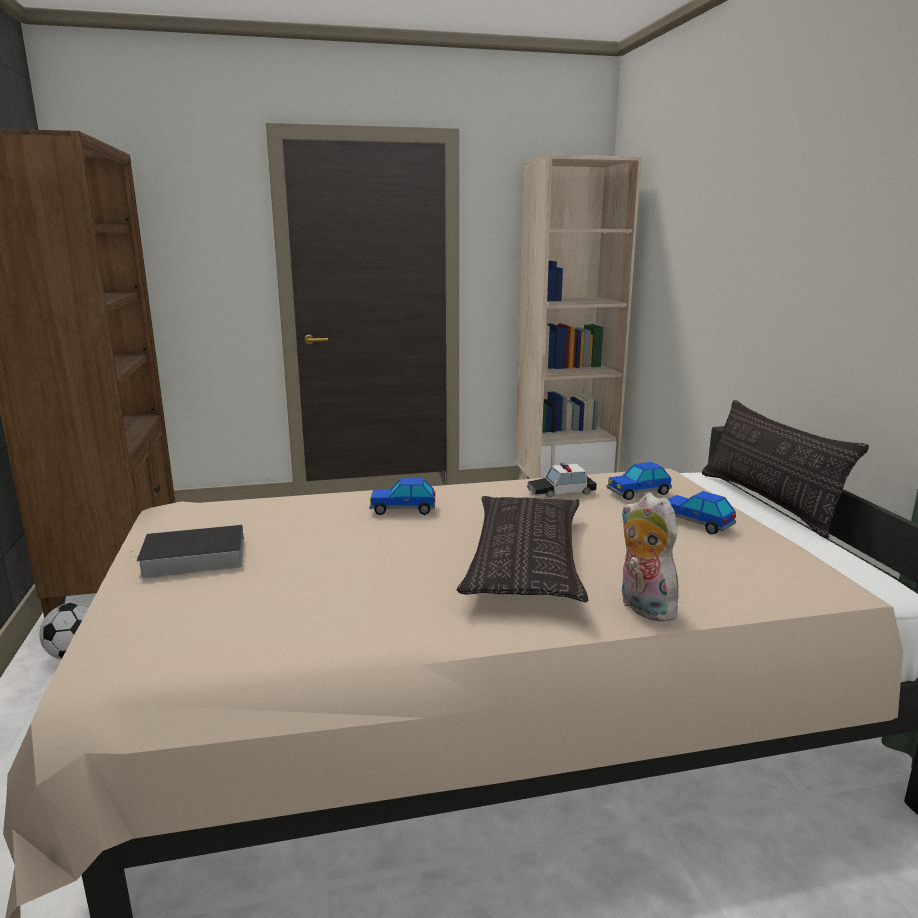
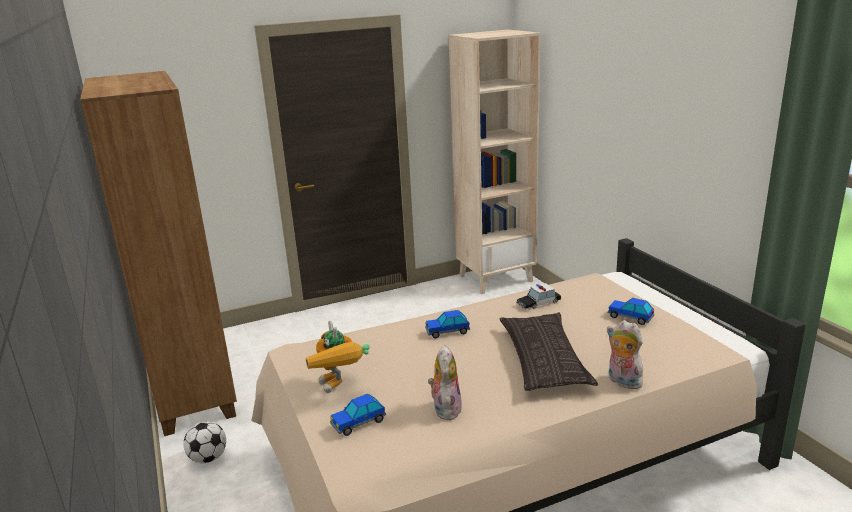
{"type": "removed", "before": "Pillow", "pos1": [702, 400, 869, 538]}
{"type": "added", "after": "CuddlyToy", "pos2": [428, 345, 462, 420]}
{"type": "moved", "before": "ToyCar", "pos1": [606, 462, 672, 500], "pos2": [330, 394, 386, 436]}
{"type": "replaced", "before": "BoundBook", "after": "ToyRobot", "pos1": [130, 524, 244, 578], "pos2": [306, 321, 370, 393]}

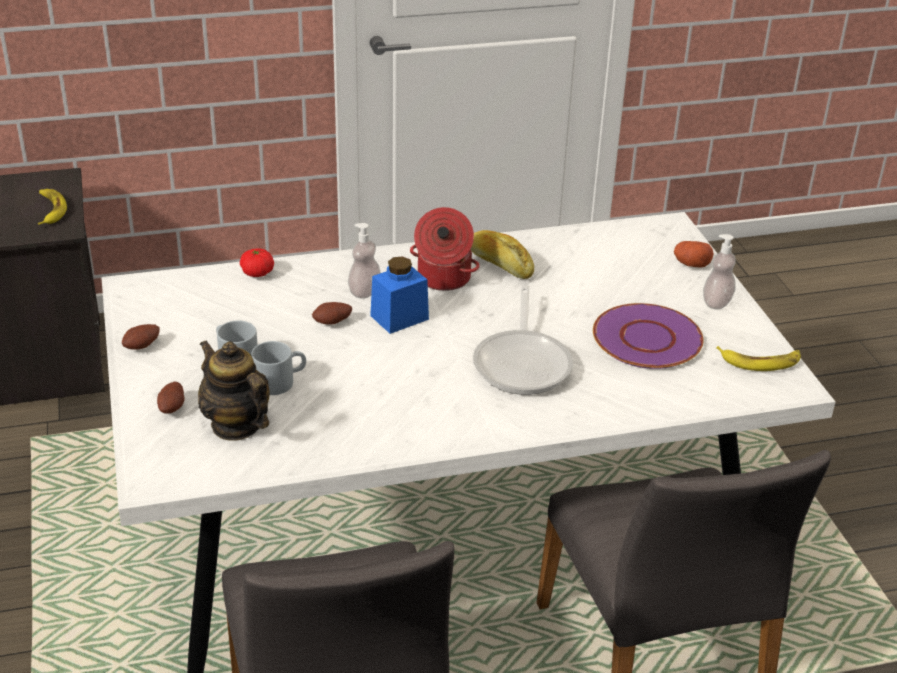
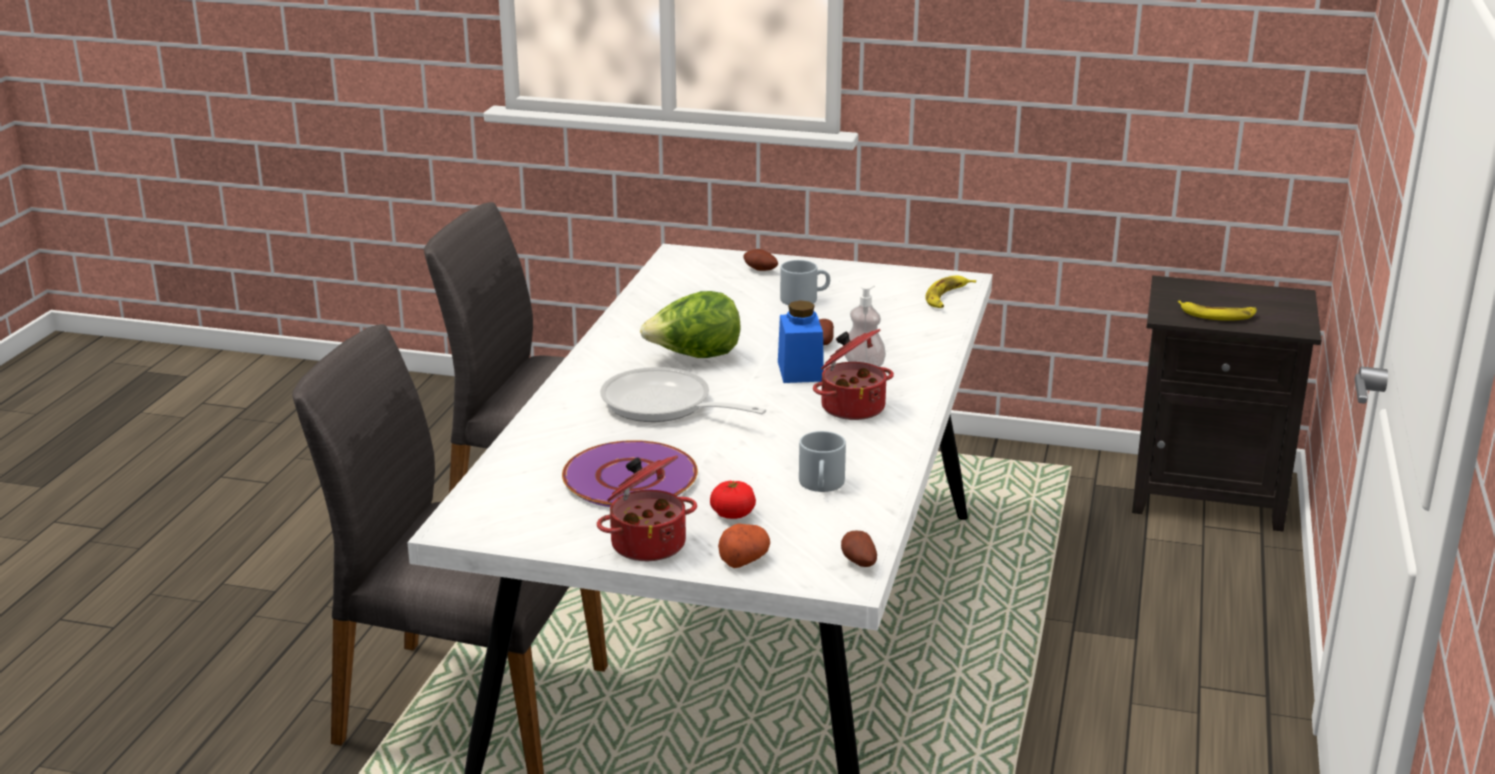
{"type": "removed", "before": "PotForTea", "pos1": [198, 340, 270, 441]}
{"type": "removed", "before": "Bread", "pos1": [471, 230, 534, 279]}
{"type": "added", "after": "LettuceHead", "pos2": [640, 291, 740, 358]}
{"type": "moved", "before": "Spud", "pos1": [122, 324, 159, 350], "pos2": [841, 531, 877, 567]}
{"type": "moved", "before": "FreshTomato", "pos1": [240, 248, 274, 277], "pos2": [710, 481, 756, 519]}
{"type": "moved", "before": "GreyCoffeeMug", "pos1": [251, 341, 306, 395], "pos2": [799, 431, 846, 492]}
{"type": "moved", "before": "Banana", "pos1": [716, 346, 801, 371], "pos2": [925, 276, 976, 308]}
{"type": "replaced", "before": "LiquidSoapBottle", "after": "Saucepot", "pos1": [703, 234, 736, 309], "pos2": [597, 455, 697, 561]}

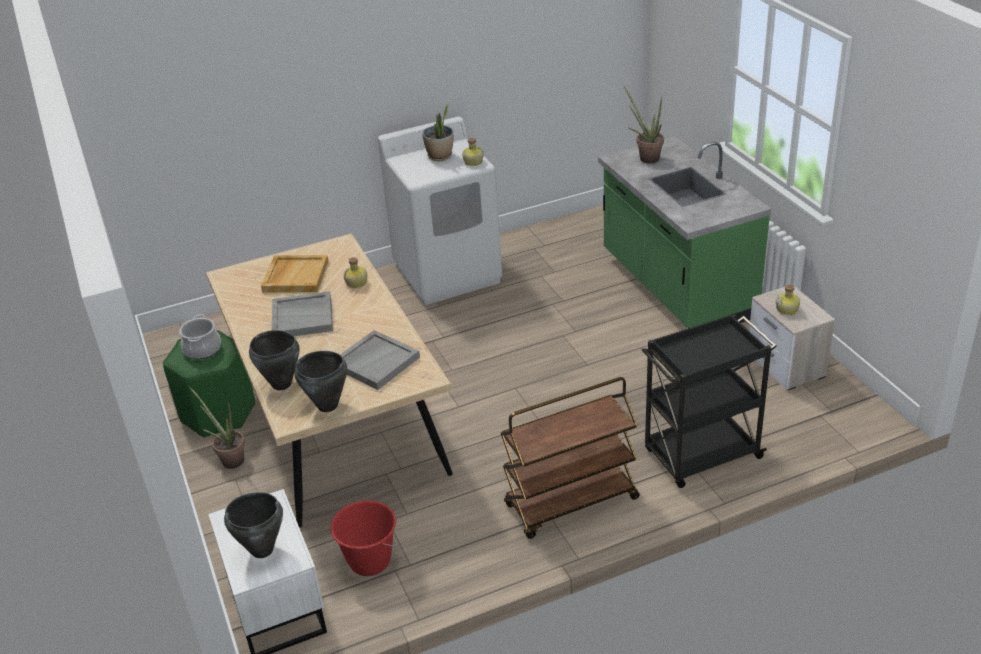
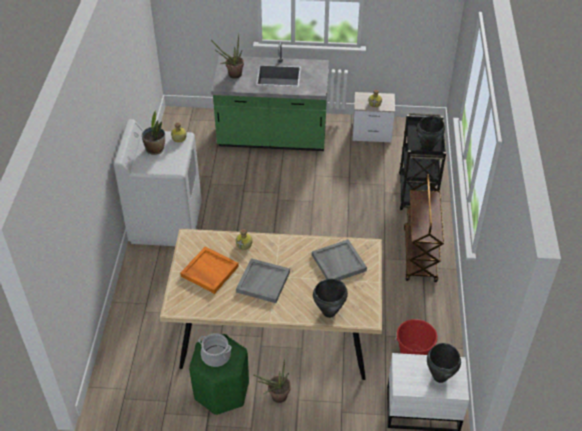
{"type": "moved", "before": "BlackSaucepot", "pos1": [294, 351, 347, 412], "pos2": [417, 116, 445, 151]}
{"type": "recoloured", "before": "SandColouredTray", "after": "OrangeyTray", "pos1": [261, 255, 329, 293], "pos2": [180, 247, 239, 294]}

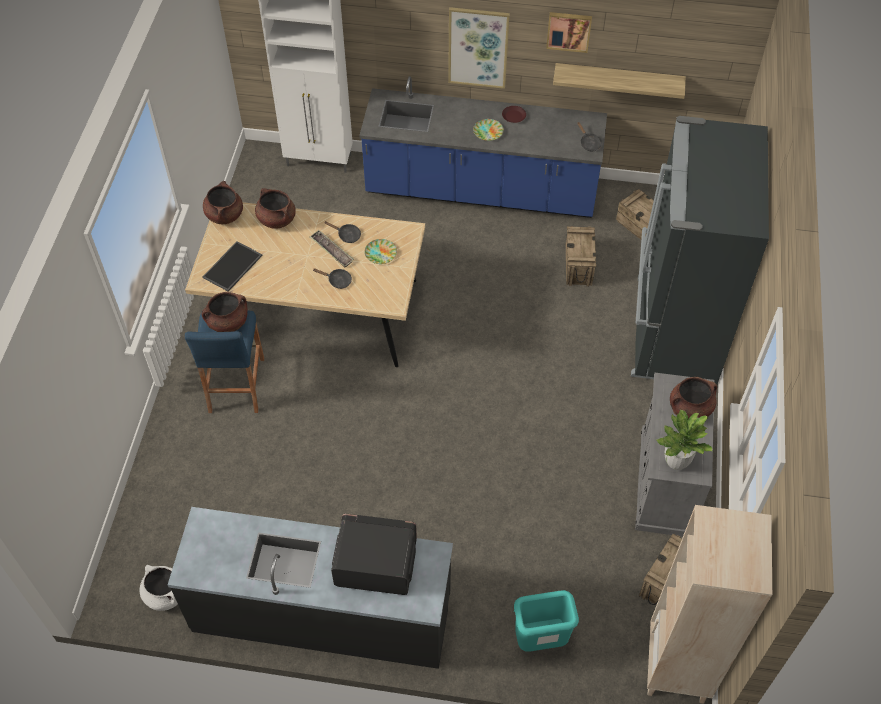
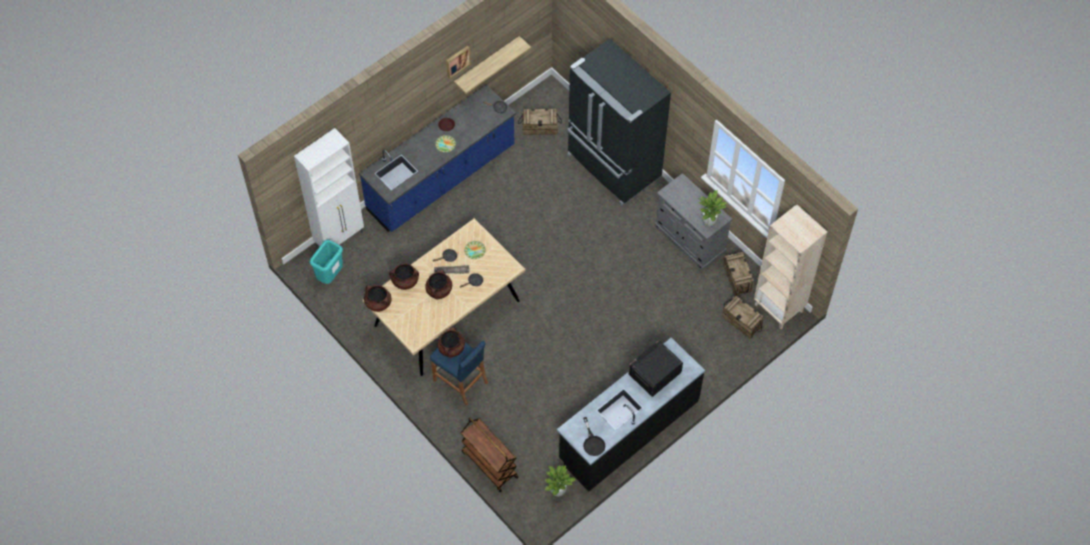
{"type": "removed", "before": "Tray", "pos1": [203, 241, 263, 292]}
{"type": "removed", "before": "WallPicture", "pos1": [448, 7, 510, 89]}
{"type": "added", "after": "BrownishTrolley", "pos2": [461, 418, 518, 492]}
{"type": "added", "after": "BlackSkillet", "pos2": [583, 417, 605, 456]}
{"type": "moved", "before": "TurquoiseColouredRubbishBin", "pos1": [514, 590, 579, 652], "pos2": [310, 240, 343, 284]}
{"type": "moved", "before": "ShippingCrate", "pos1": [566, 226, 596, 286], "pos2": [722, 296, 764, 339]}
{"type": "moved", "before": "BrownishSaucepot", "pos1": [670, 377, 717, 418], "pos2": [425, 270, 452, 299]}
{"type": "replaced", "before": "WhiteSaucepot", "after": "PottedPlant", "pos1": [139, 565, 178, 611], "pos2": [544, 465, 576, 497]}

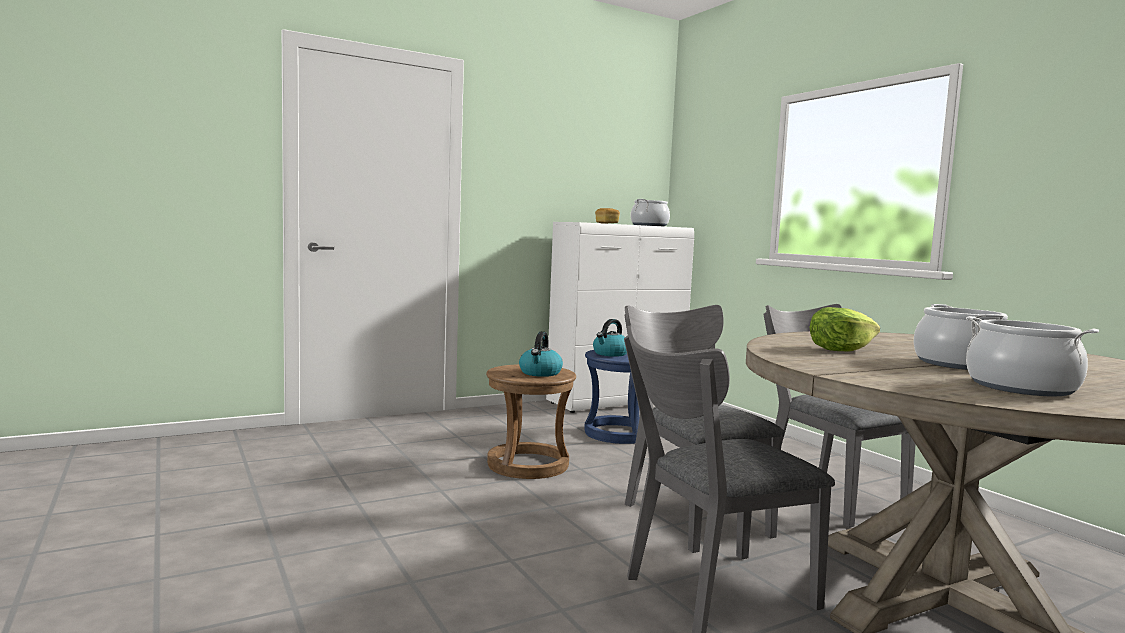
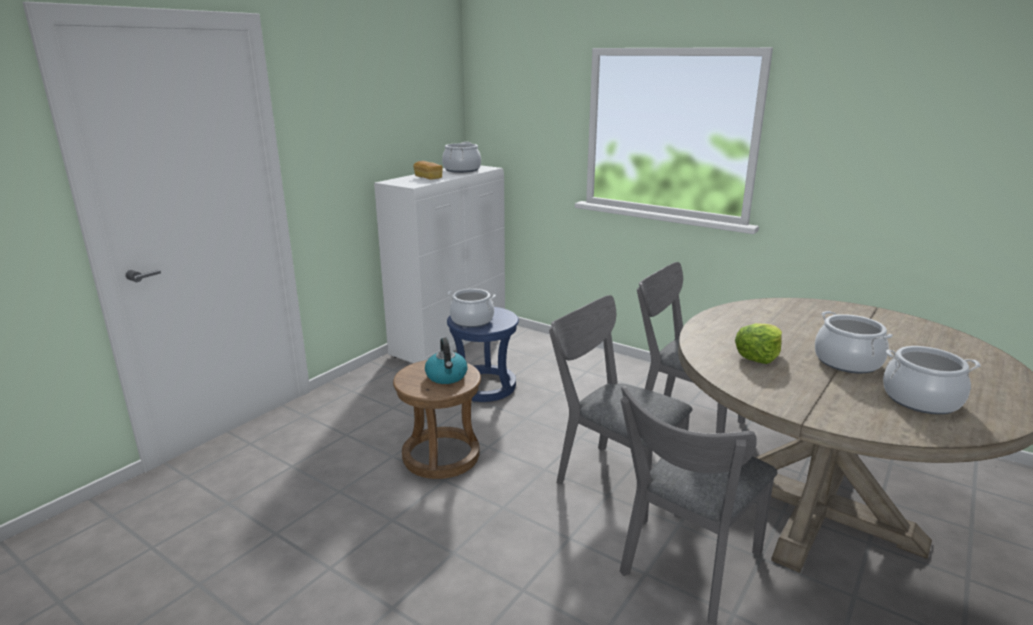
{"type": "replaced", "before": "Kettle", "after": "Saucepot", "pos1": [593, 319, 627, 357], "pos2": [448, 289, 496, 327]}

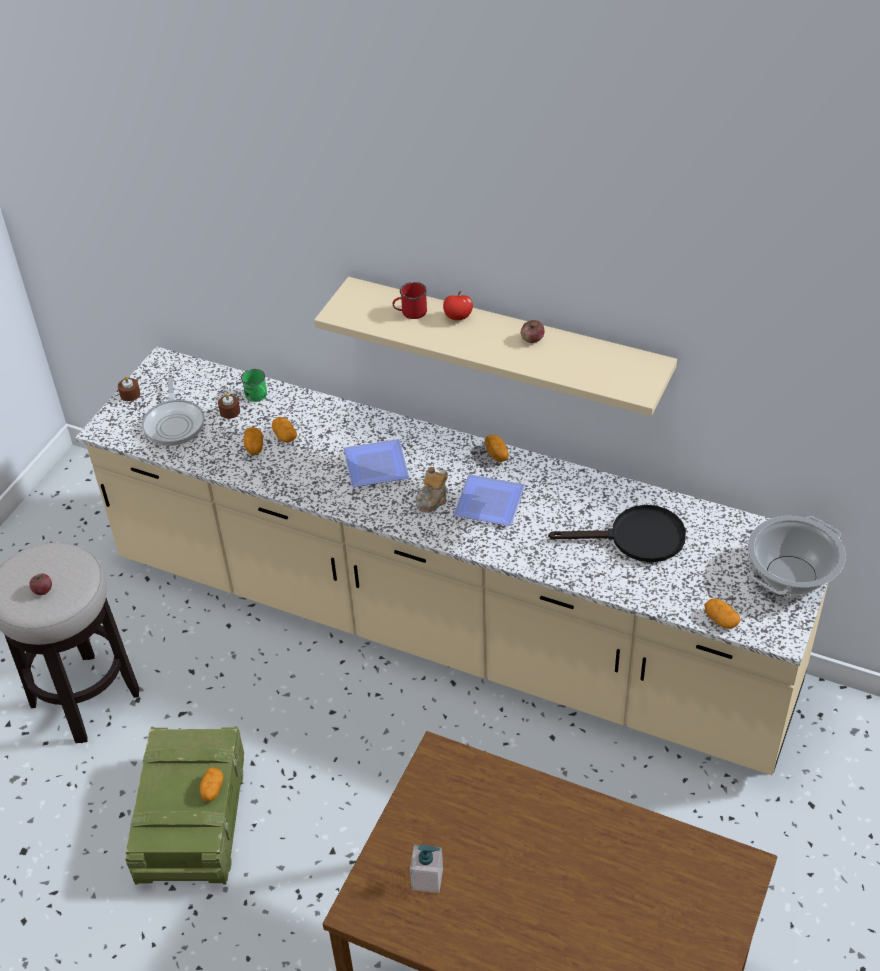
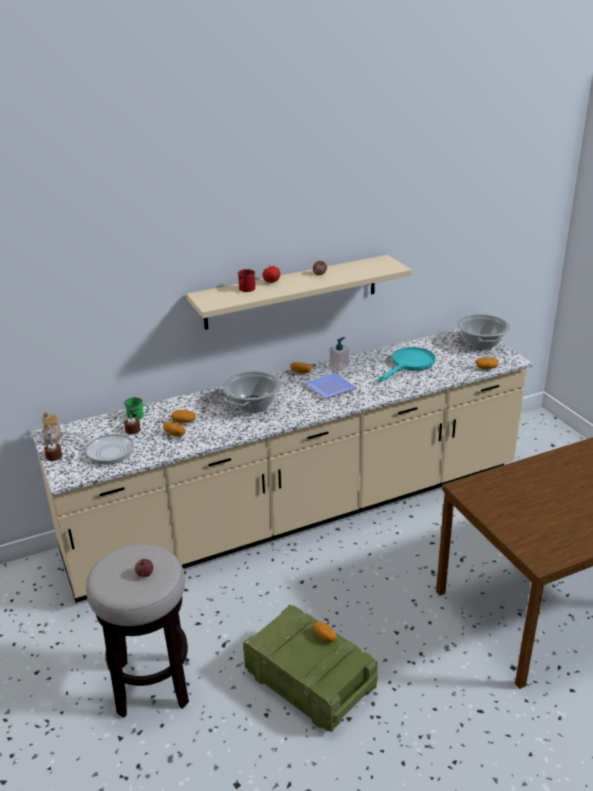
{"type": "moved", "before": "LiquidSoapBottle", "pos1": [410, 844, 443, 893], "pos2": [330, 337, 349, 371]}
{"type": "moved", "before": "PotForTea", "pos1": [415, 467, 448, 513], "pos2": [42, 412, 62, 445]}
{"type": "replaced", "before": "DinnerPlate", "after": "Saucepot", "pos1": [344, 439, 409, 487], "pos2": [222, 370, 282, 413]}
{"type": "recoloured", "before": "BlackSkillet", "after": "TurquoiseColouredSkillet", "pos1": [548, 505, 686, 562], "pos2": [378, 347, 436, 382]}

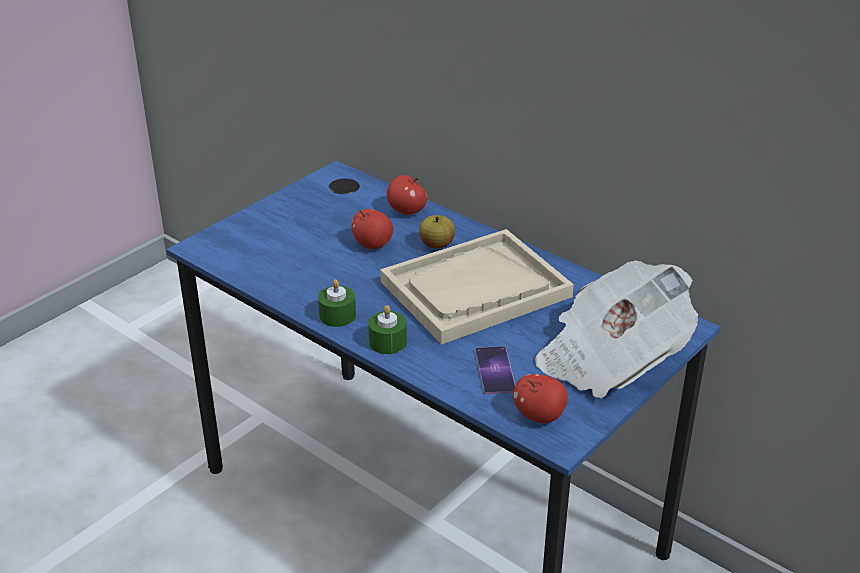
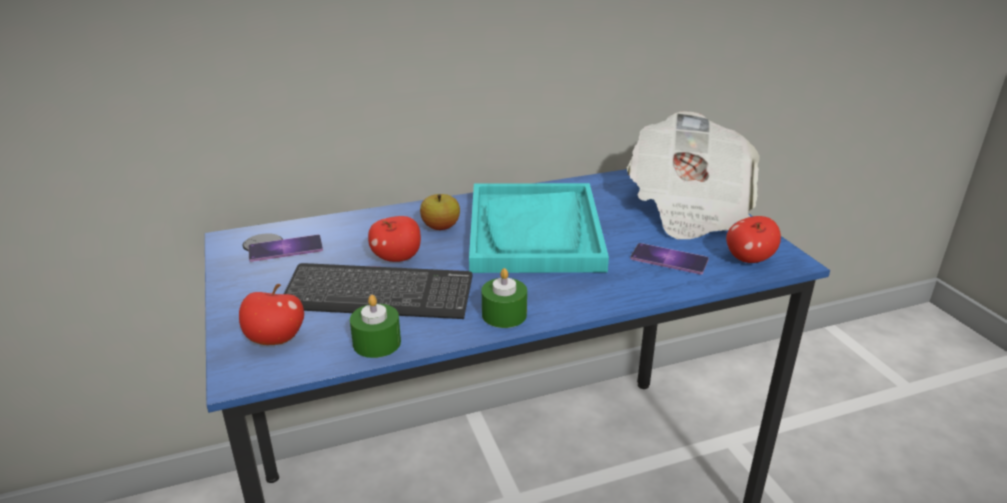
{"type": "added", "after": "Telephone", "pos2": [248, 235, 323, 262]}
{"type": "added", "after": "Keyboard", "pos2": [284, 263, 473, 319]}
{"type": "moved", "before": "GreenColouredWaxLight", "pos1": [368, 305, 407, 354], "pos2": [350, 295, 401, 358]}
{"type": "moved", "before": "AppleFruit", "pos1": [387, 175, 427, 215], "pos2": [239, 284, 304, 345]}
{"type": "recoloured", "before": "SandColouredTray", "after": "TurquoiseColouredTray", "pos1": [380, 229, 574, 344], "pos2": [469, 183, 609, 273]}

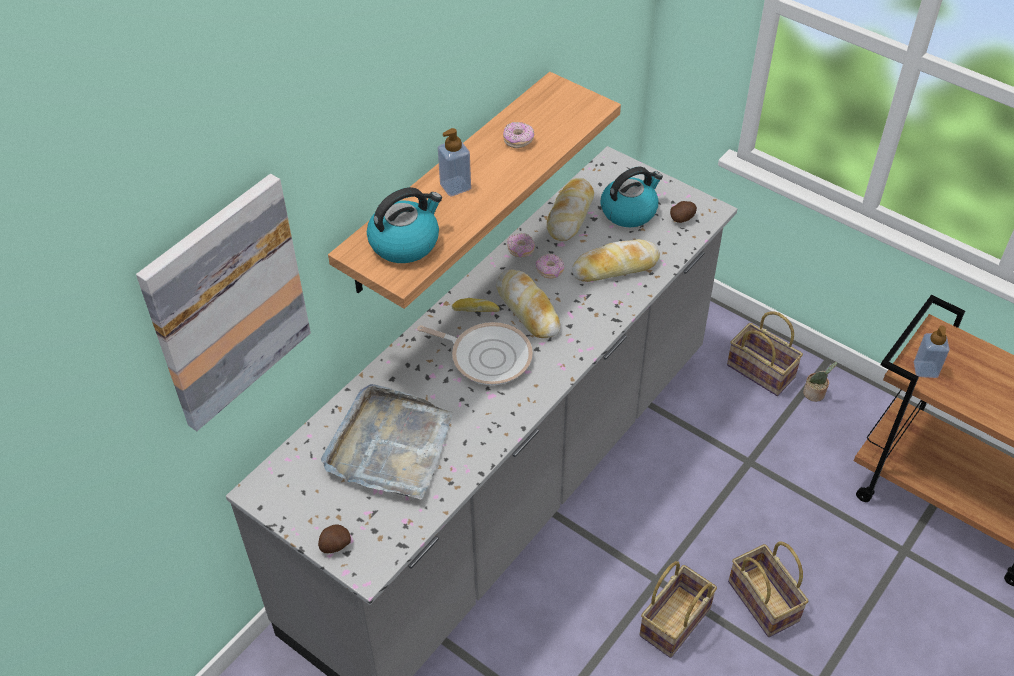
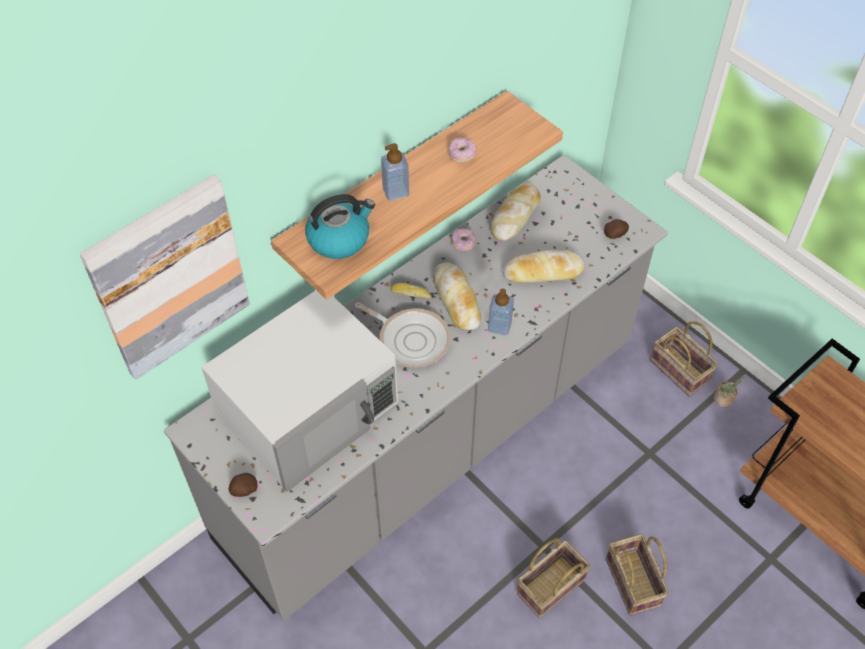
{"type": "removed", "before": "Doughnut", "pos1": [536, 253, 564, 279]}
{"type": "removed", "before": "Kettle", "pos1": [601, 167, 663, 227]}
{"type": "moved", "before": "LiquidSoapBottle", "pos1": [914, 325, 950, 378], "pos2": [488, 288, 514, 336]}
{"type": "replaced", "before": "GreyTray", "after": "WhiteKitchenMicrowave", "pos1": [321, 384, 453, 500], "pos2": [201, 290, 398, 492]}

